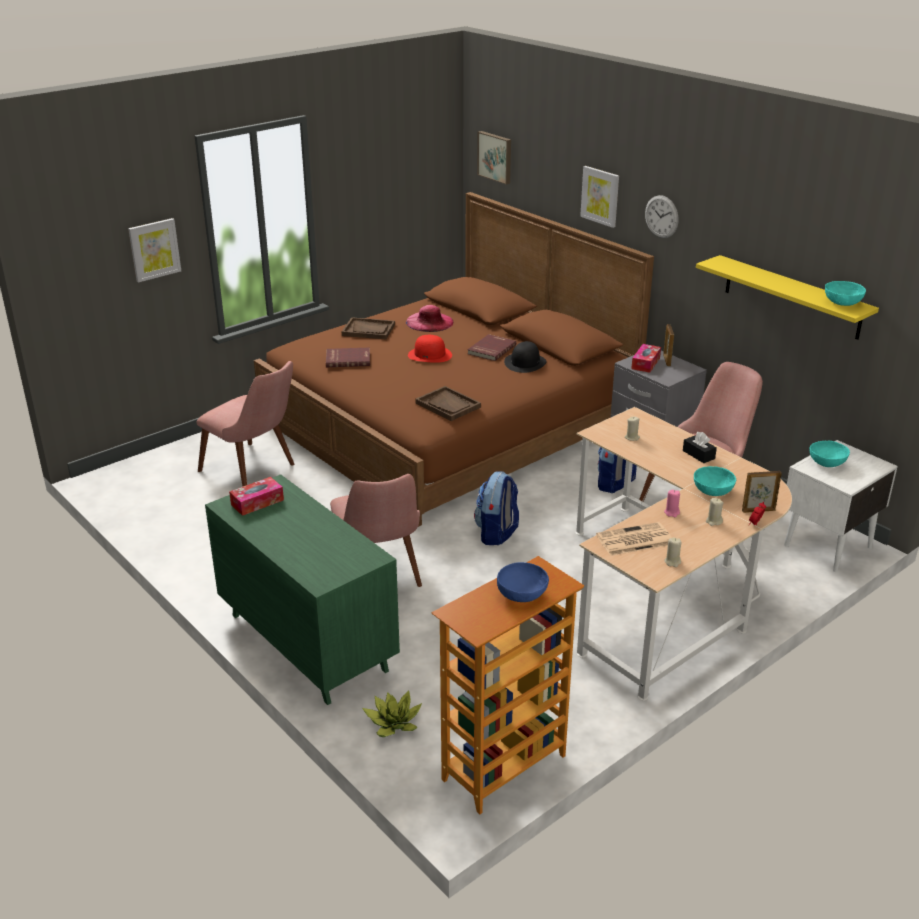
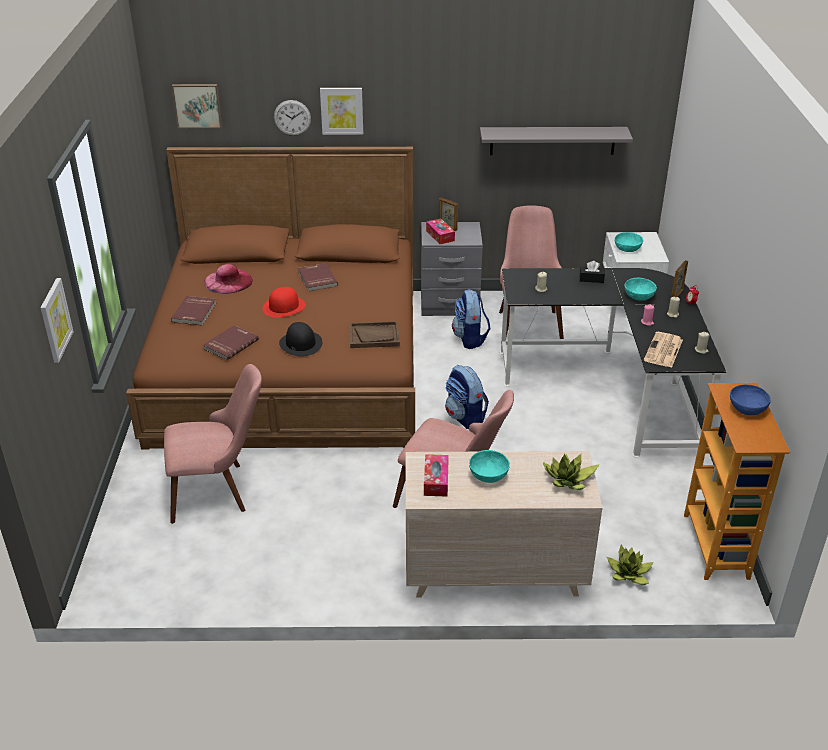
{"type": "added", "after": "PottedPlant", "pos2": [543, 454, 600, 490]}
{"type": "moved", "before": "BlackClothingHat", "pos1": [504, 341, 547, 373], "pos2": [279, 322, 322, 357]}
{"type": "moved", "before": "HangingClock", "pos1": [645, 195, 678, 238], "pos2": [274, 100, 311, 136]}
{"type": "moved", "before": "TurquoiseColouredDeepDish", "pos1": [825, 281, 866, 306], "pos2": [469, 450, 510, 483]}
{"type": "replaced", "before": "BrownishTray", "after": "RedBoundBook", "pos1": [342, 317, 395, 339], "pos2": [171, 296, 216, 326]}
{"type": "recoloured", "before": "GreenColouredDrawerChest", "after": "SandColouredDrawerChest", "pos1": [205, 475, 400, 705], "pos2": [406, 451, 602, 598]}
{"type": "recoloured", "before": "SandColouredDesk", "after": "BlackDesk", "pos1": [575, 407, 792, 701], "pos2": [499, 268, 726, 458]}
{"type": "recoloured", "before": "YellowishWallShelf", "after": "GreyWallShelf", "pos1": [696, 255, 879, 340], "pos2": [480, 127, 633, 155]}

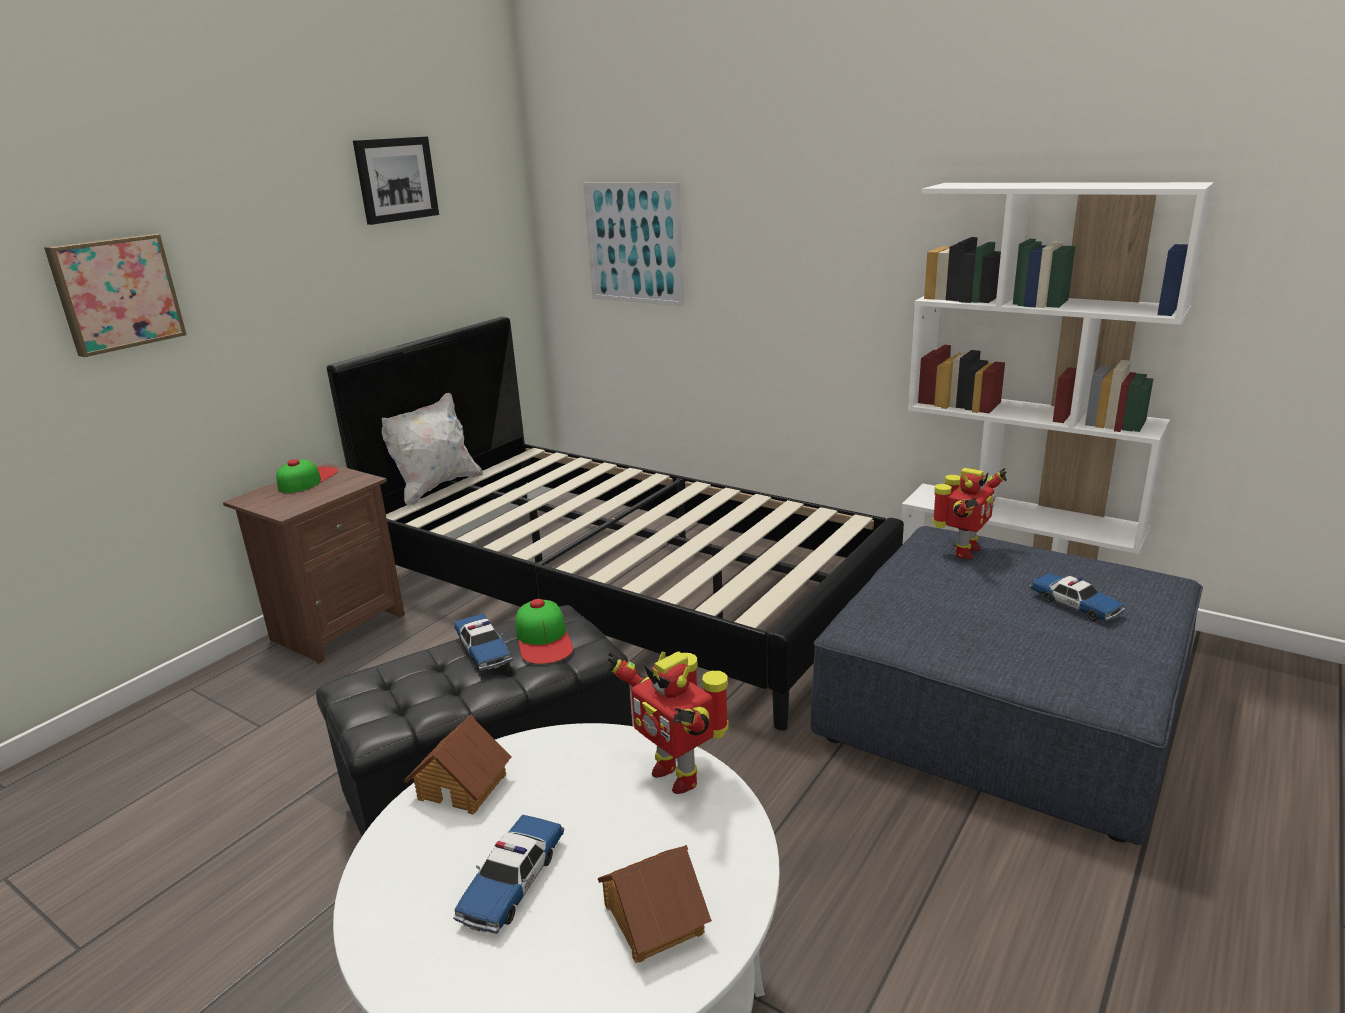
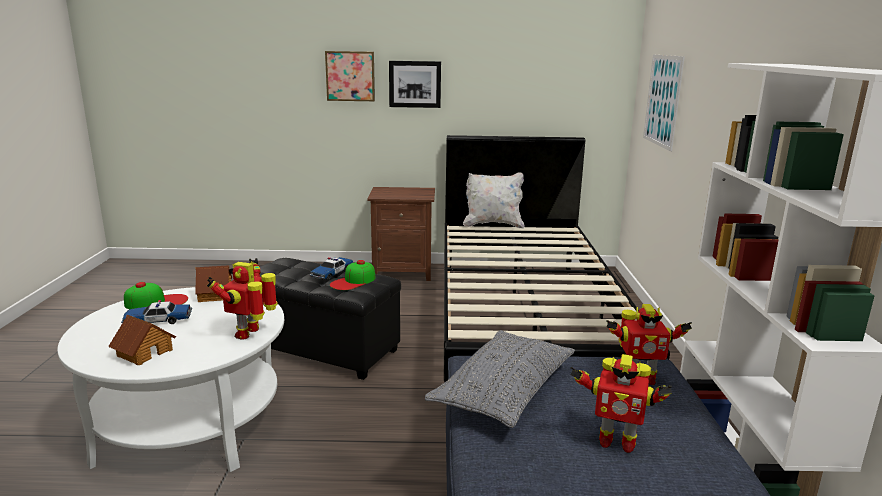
{"type": "added", "after": "GreyPillow", "pos2": [425, 330, 575, 428]}
{"type": "moved", "before": "BaseballCap", "pos1": [276, 459, 338, 493], "pos2": [124, 282, 188, 309]}
{"type": "moved", "before": "WallPicture", "pos1": [353, 136, 439, 225], "pos2": [389, 61, 441, 108]}
{"type": "replaced", "before": "ToyCar", "after": "ToyRobot", "pos1": [1029, 573, 1125, 621], "pos2": [570, 354, 672, 453]}

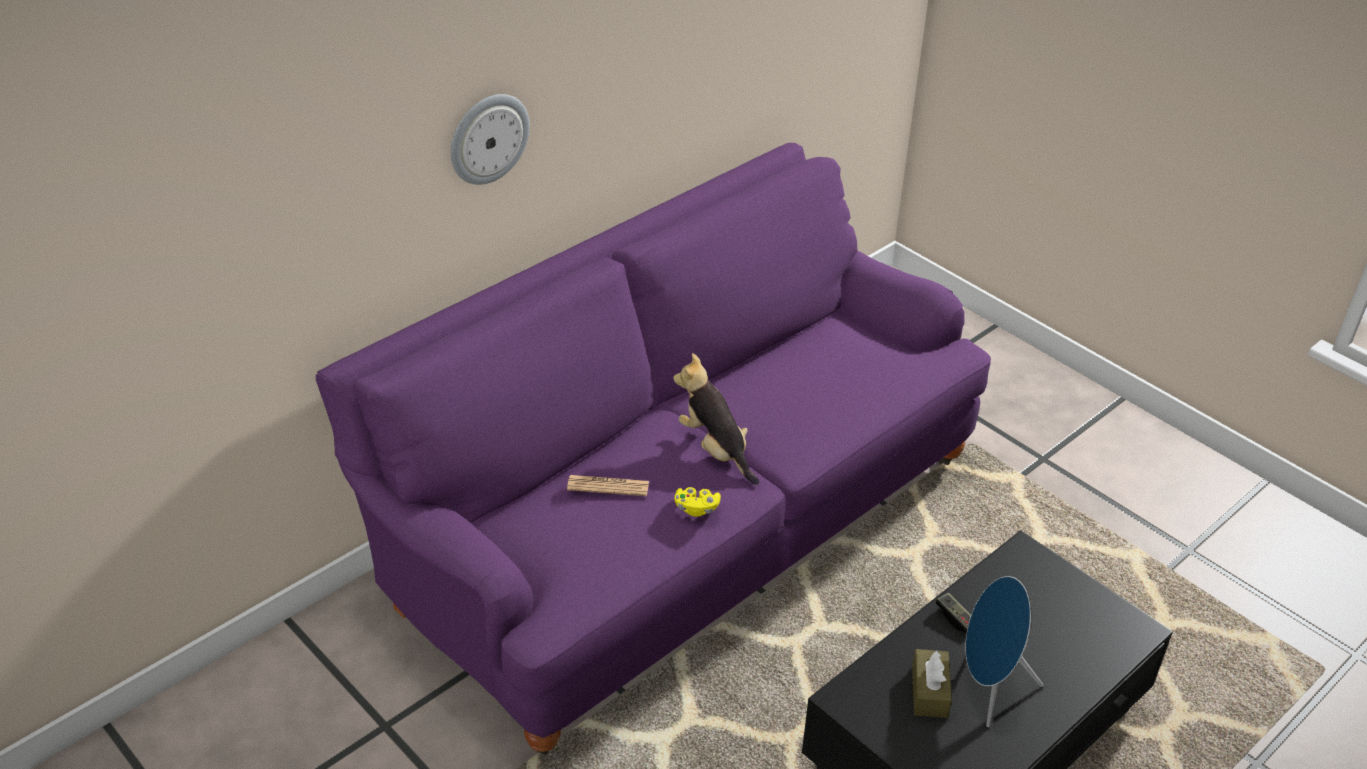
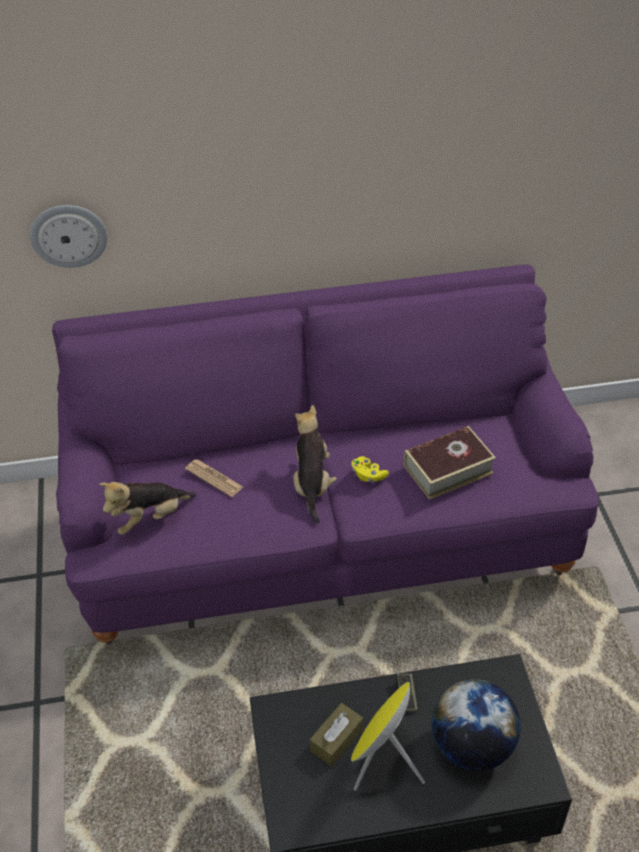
{"type": "added", "after": "CuddlyToy", "pos2": [99, 482, 196, 535]}
{"type": "added", "after": "BoundBook", "pos2": [404, 426, 496, 500]}
{"type": "added", "after": "WorldGlobe", "pos2": [432, 679, 521, 771]}
{"type": "moved", "before": "HangingClock", "pos1": [451, 94, 530, 185], "pos2": [30, 205, 107, 268]}
{"type": "moved", "before": "YellowishGameController", "pos1": [674, 487, 721, 517], "pos2": [351, 456, 389, 482]}
{"type": "recoloured", "before": "BlueColouredSpeaker", "after": "YellowishSpeaker", "pos1": [965, 576, 1044, 727], "pos2": [351, 682, 425, 791]}

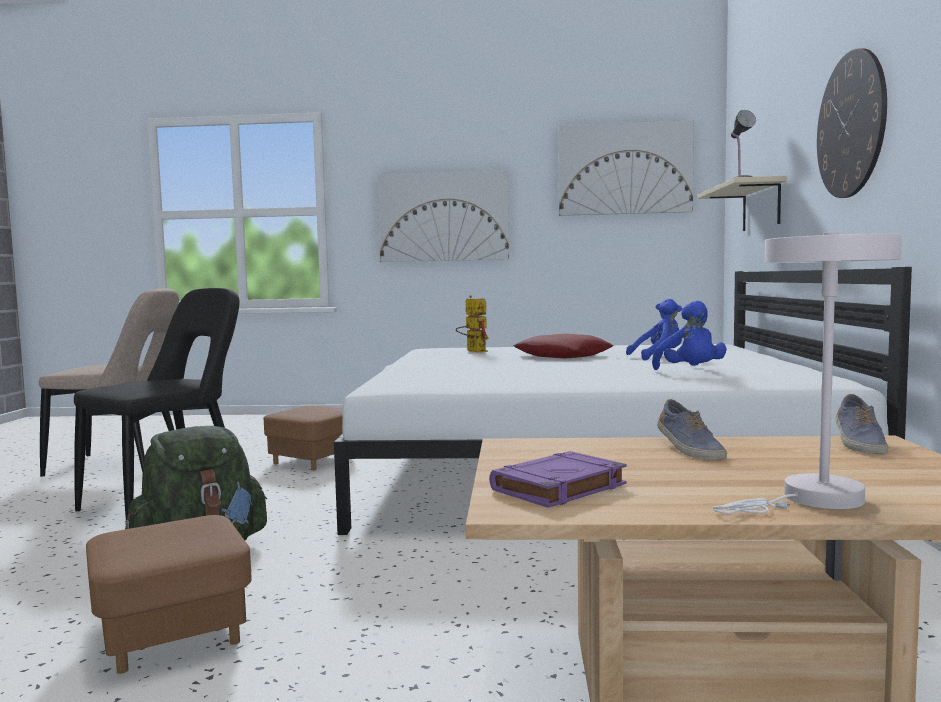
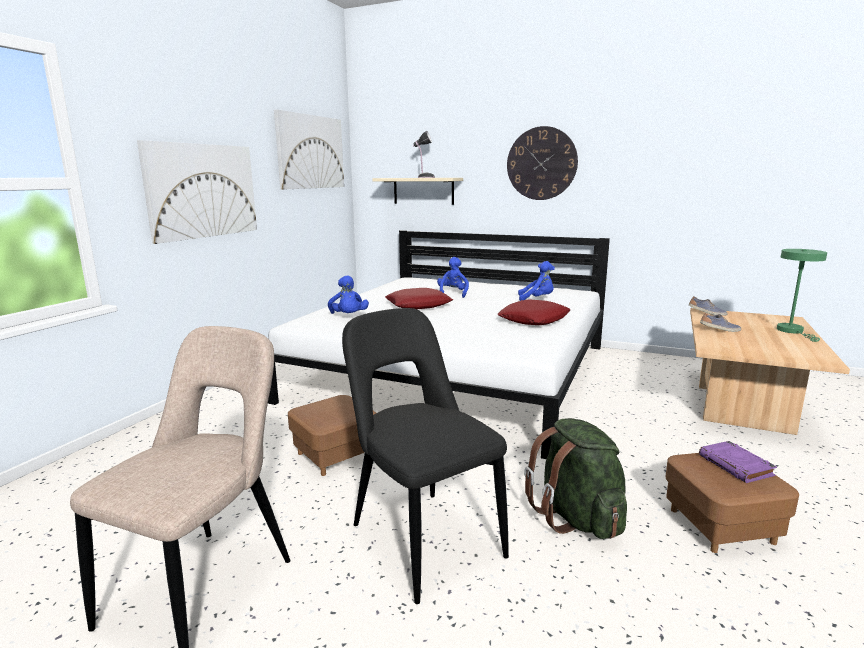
{"type": "added", "after": "RedPillow", "pos2": [497, 299, 570, 325]}
{"type": "moved", "before": "PurplishBoundBook", "pos1": [489, 451, 627, 508], "pos2": [699, 441, 777, 483]}
{"type": "replaced", "before": "ToyRobot", "after": "BlueColouredCuddlyToy", "pos1": [456, 295, 489, 353], "pos2": [328, 275, 369, 314]}
{"type": "recoloured", "before": "WhiteTabletopLamp", "after": "GreenColouredTabletopLamp", "pos1": [713, 232, 902, 513], "pos2": [777, 249, 827, 342]}

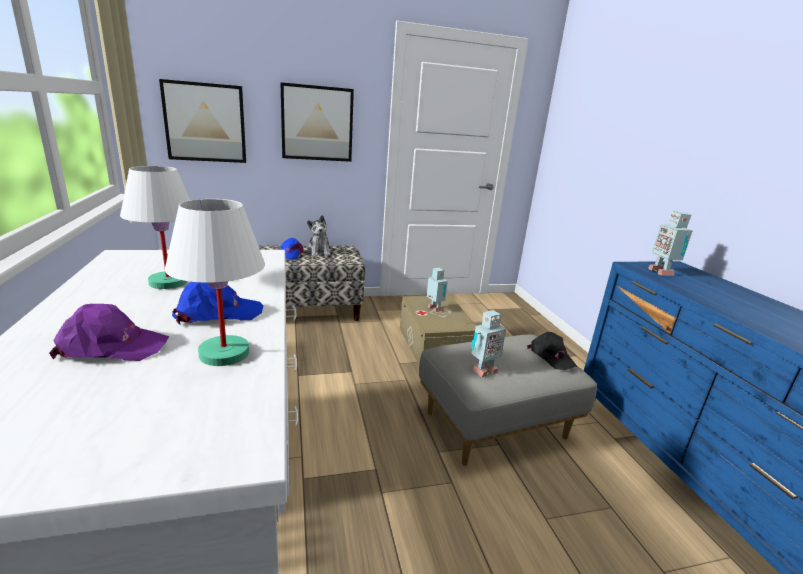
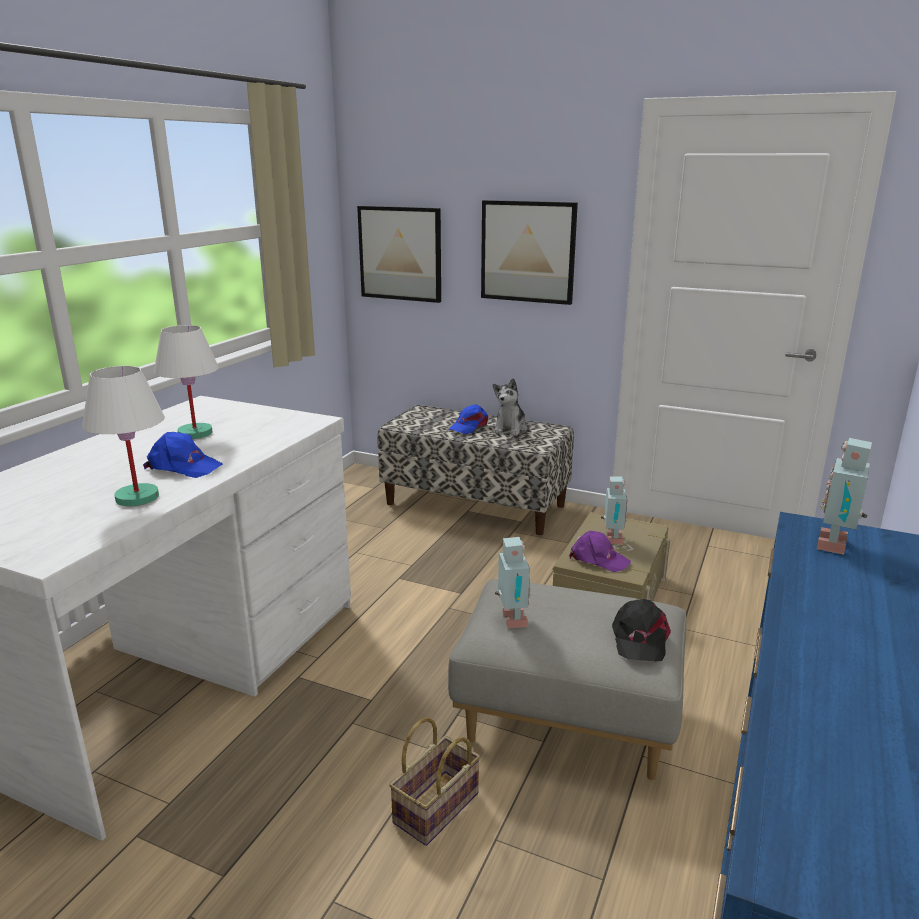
{"type": "added", "after": "Basket", "pos2": [389, 718, 480, 846]}
{"type": "moved", "before": "PurplishBaseballCap", "pos1": [49, 304, 169, 361], "pos2": [569, 531, 631, 572]}
{"type": "turned", "before": "ToyRobot", "pos1": [471, 310, 506, 377], "pos2": [495, 537, 531, 628], "turn": -105}

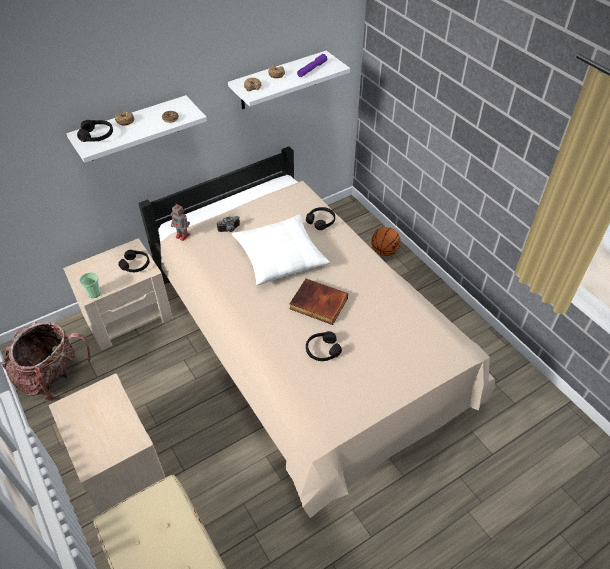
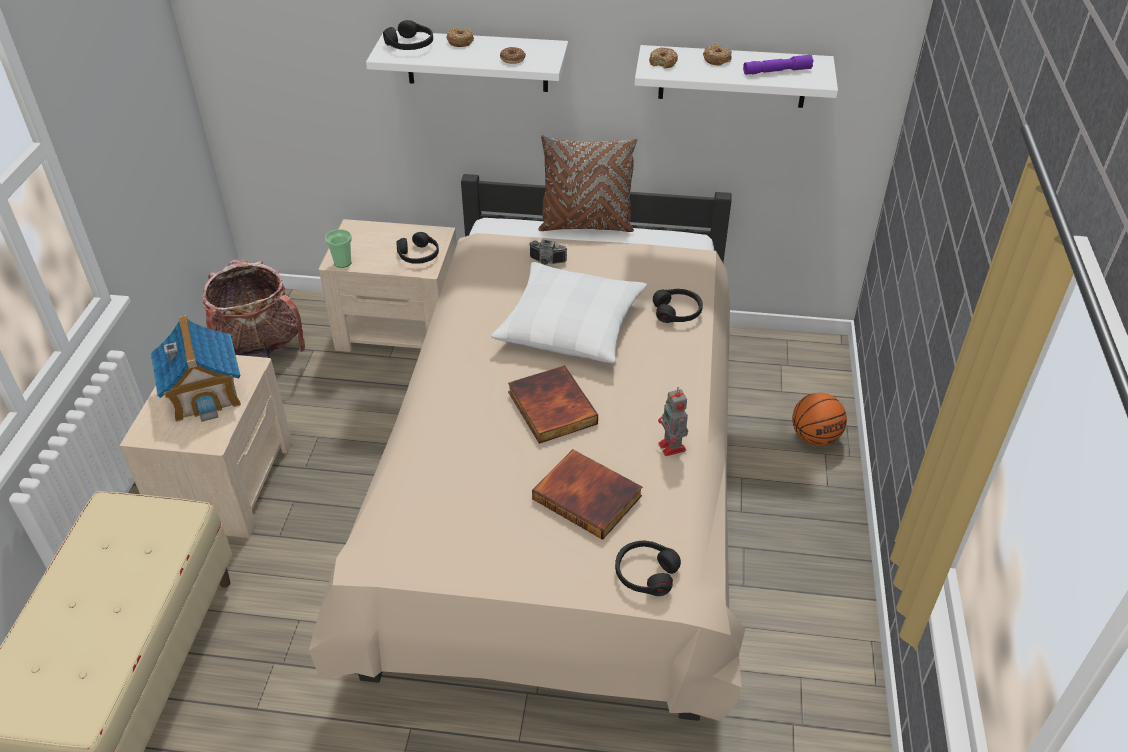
{"type": "added", "after": "ToyHouse", "pos2": [151, 315, 241, 422]}
{"type": "added", "after": "BoundBook", "pos2": [532, 449, 642, 540]}
{"type": "added", "after": "BrownishPillow", "pos2": [538, 135, 637, 232]}
{"type": "moved", "before": "ToyRobot", "pos1": [171, 204, 190, 241], "pos2": [658, 387, 688, 456]}
{"type": "moved", "before": "BlackPairOfHeadphones", "pos1": [306, 331, 342, 361], "pos2": [615, 541, 681, 596]}

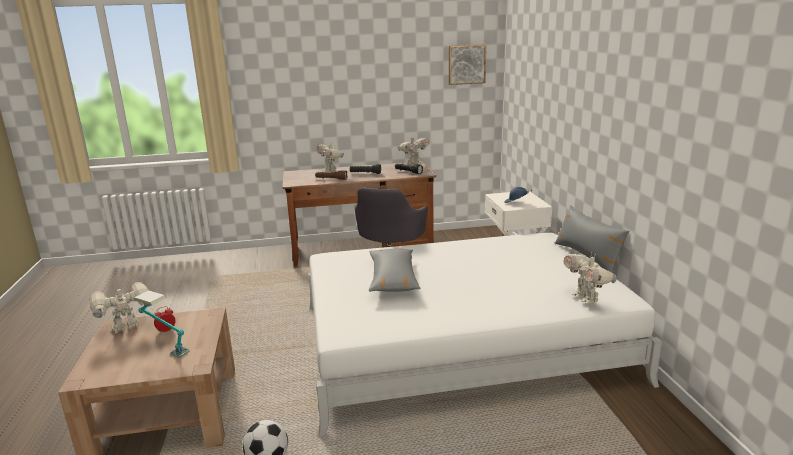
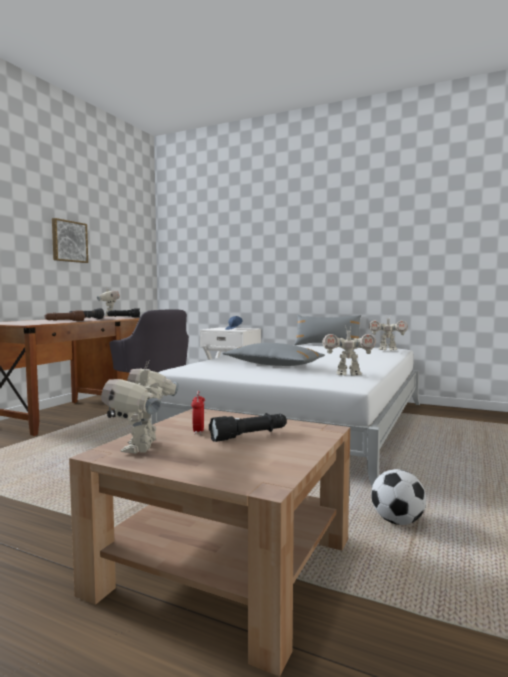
{"type": "moved", "before": "ToyRobot", "pos1": [316, 142, 344, 172], "pos2": [322, 329, 376, 375]}
{"type": "moved", "before": "WallPicture", "pos1": [449, 45, 486, 85], "pos2": [52, 218, 88, 263]}
{"type": "replaced", "before": "TabletopLamp", "after": "BlackTorch", "pos1": [133, 290, 190, 358], "pos2": [209, 413, 287, 442]}

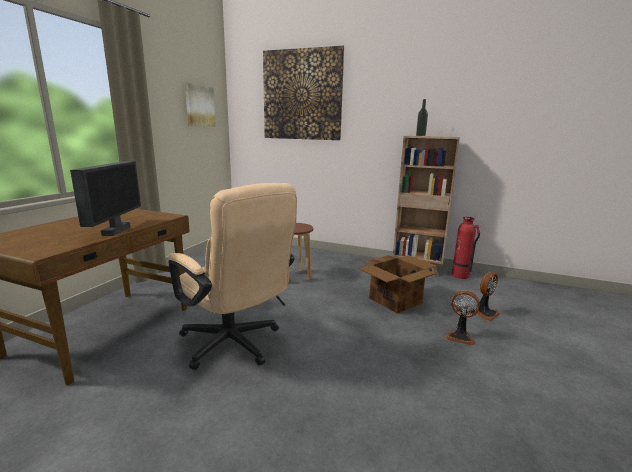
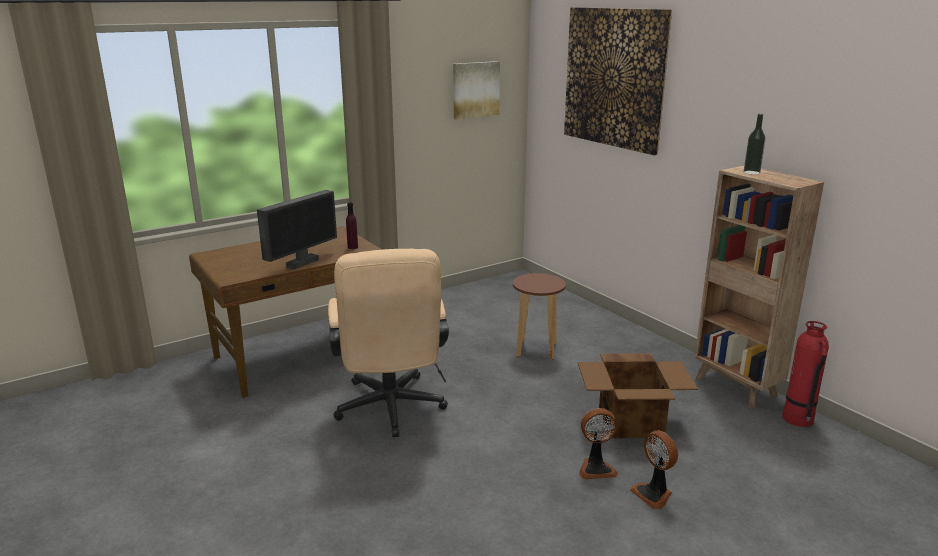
{"type": "added", "after": "PurplishBottle", "pos2": [346, 202, 358, 249]}
{"type": "moved", "before": "ElectricFan", "pos1": [477, 272, 500, 321], "pos2": [580, 408, 618, 479]}

